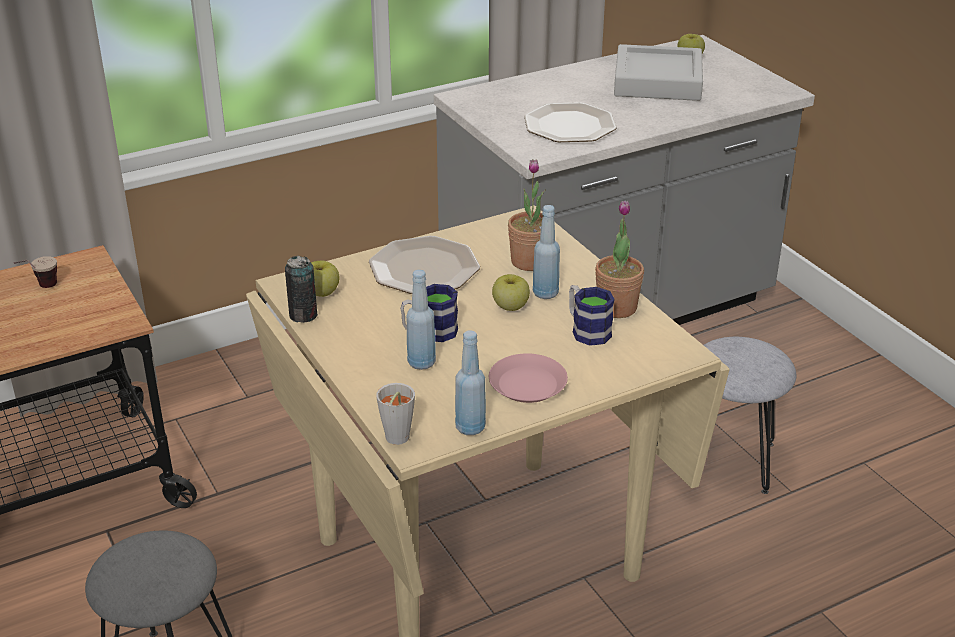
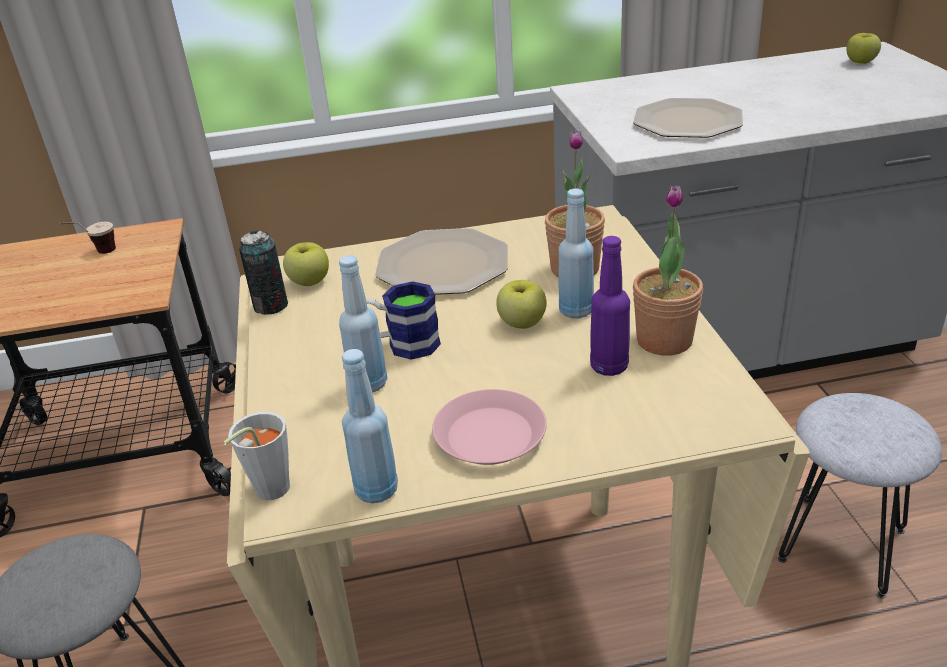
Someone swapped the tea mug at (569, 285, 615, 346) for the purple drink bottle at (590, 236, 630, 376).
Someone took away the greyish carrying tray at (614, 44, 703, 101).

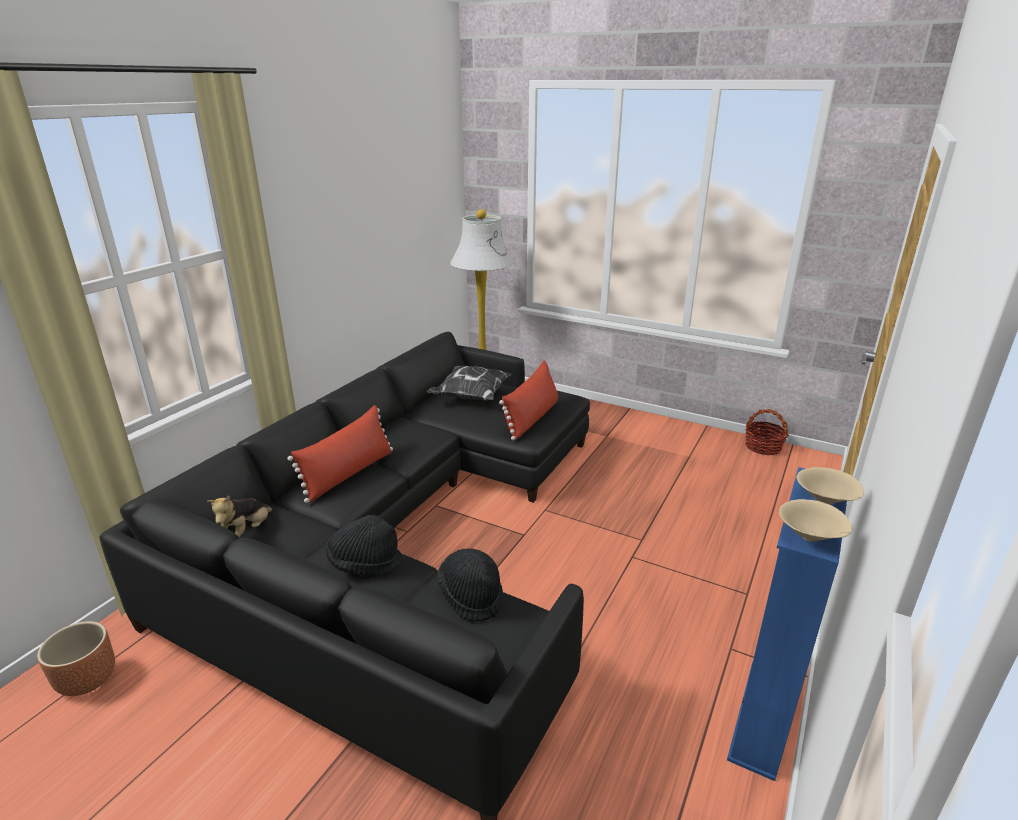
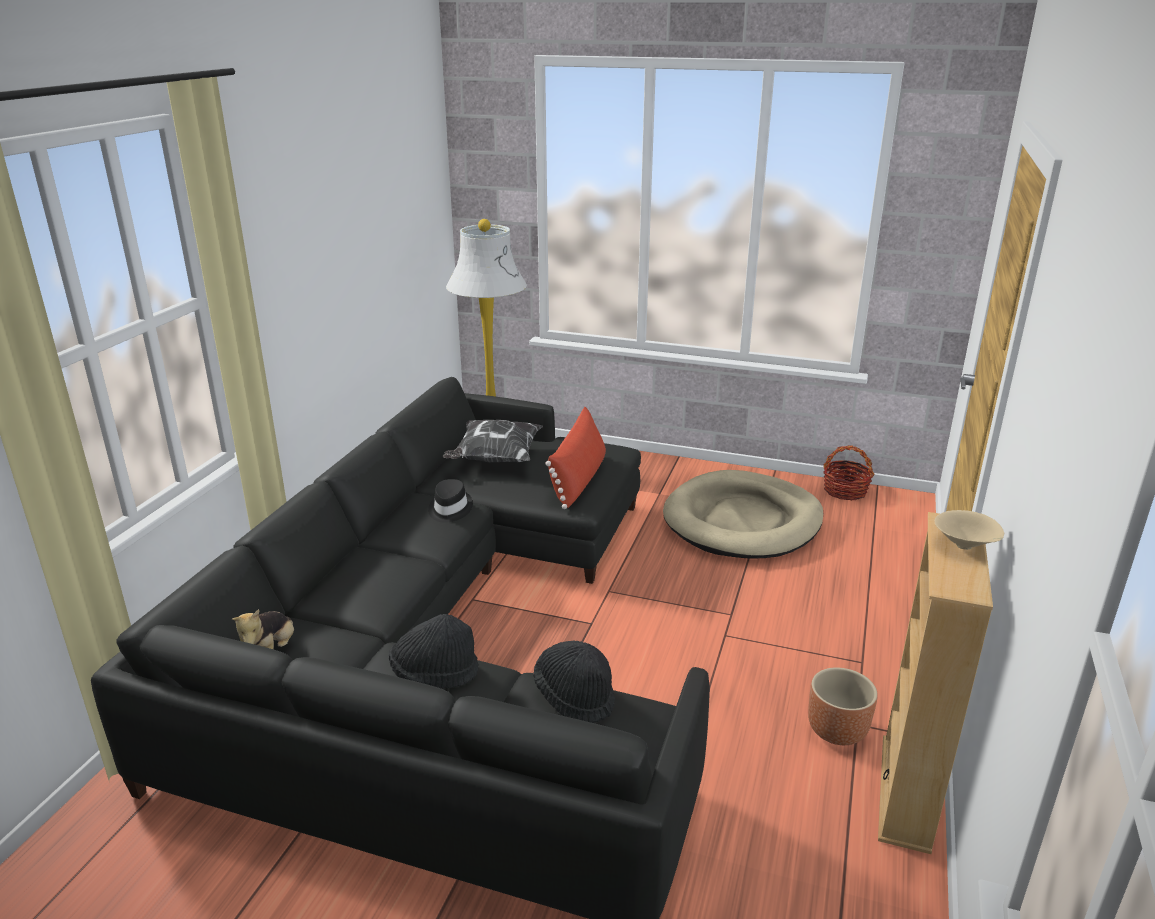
Someone put down the black clothing hat at (428, 479, 473, 523).
Someone put down the beige dog bed at (663, 470, 824, 559).
Someone carried the brownish plant pot from (37, 621, 115, 696) to (808, 667, 878, 745).
Someone repainted the bluish shelving unit at (727, 467, 847, 781), which became the beige shelving unit at (878, 512, 993, 854).
Someone took away the red-coloured throw pillow at (287, 405, 393, 503).
Someone took away the beige serving bowl at (779, 499, 852, 542).

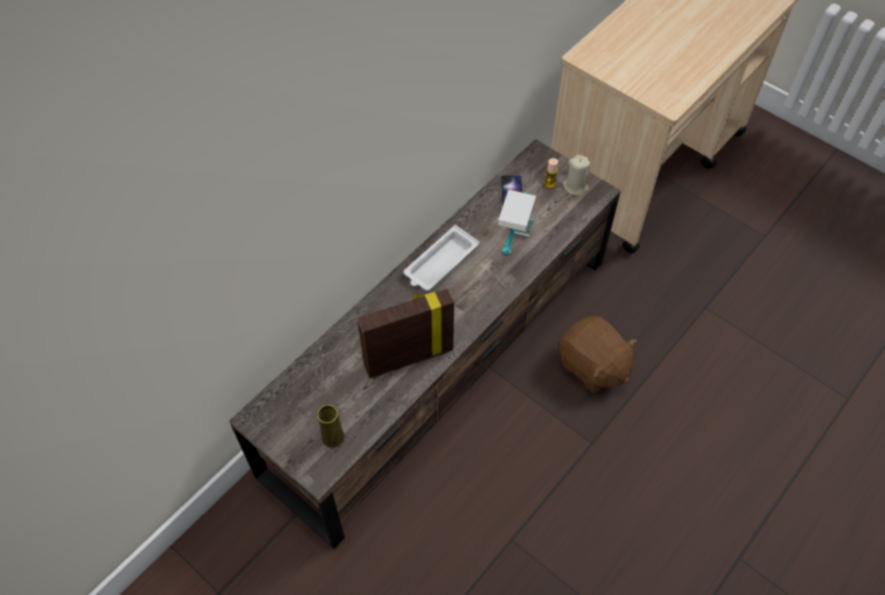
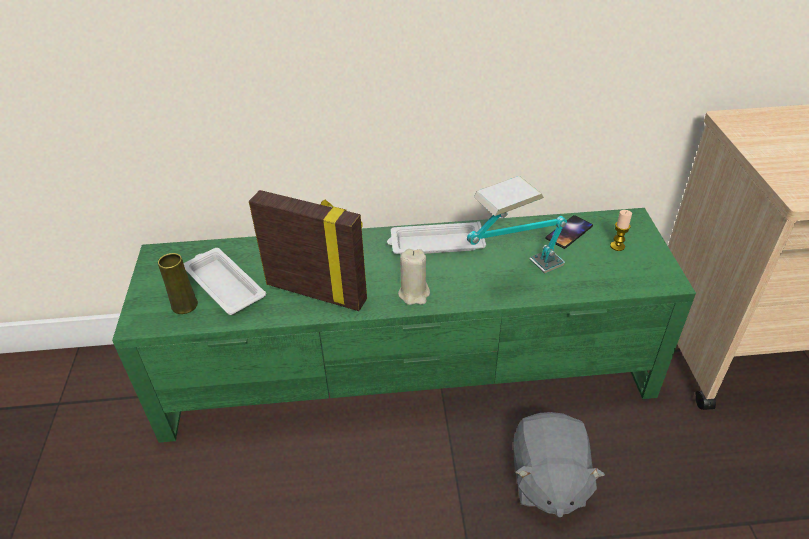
Someone repainted the brownish tv stand at (229, 139, 621, 549), which became the green-coloured tv stand at (112, 208, 696, 443).
Someone put down the white carrying tray at (183, 248, 266, 315).
Someone carried the beige wax candle from (563, 155, 590, 196) to (398, 249, 430, 305).
Someone repainted the brownish soft toy at (559, 316, 637, 393), which became the greyish soft toy at (513, 412, 605, 518).

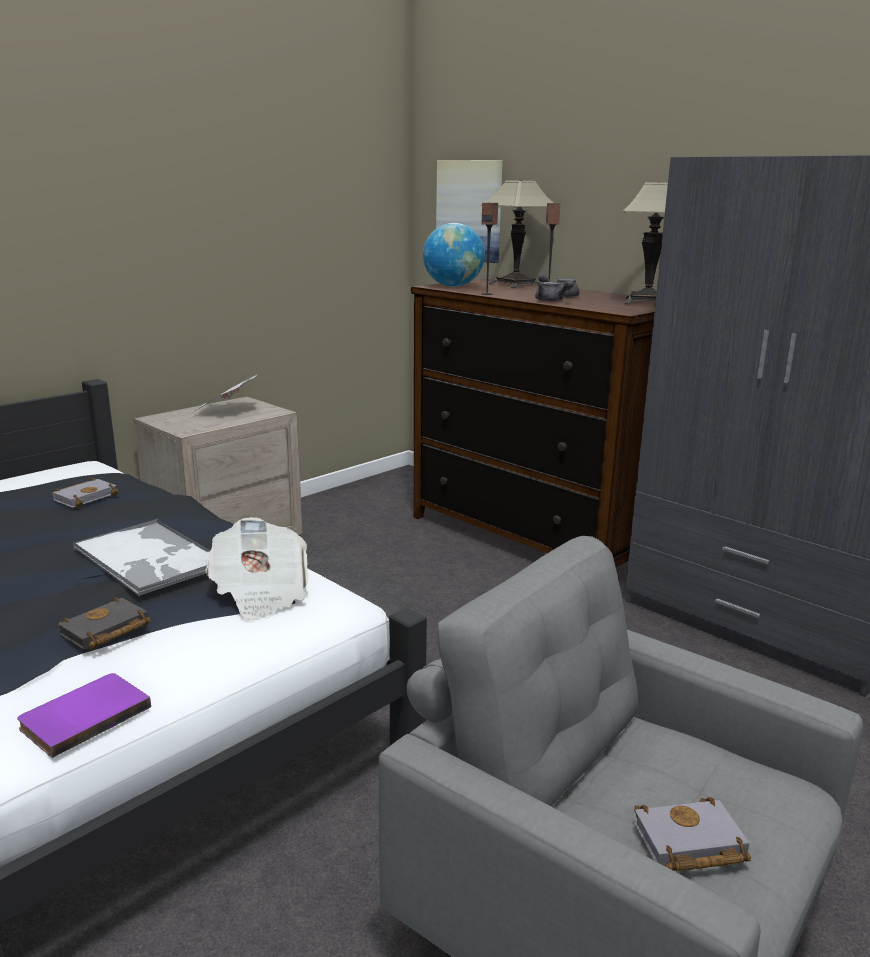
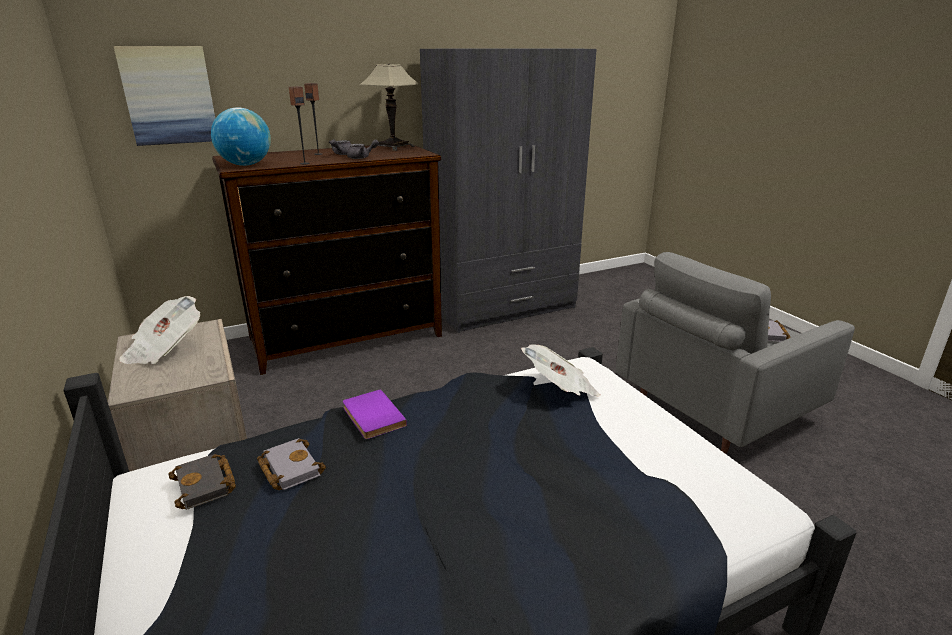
Someone carried the black volume from (58, 597, 150, 650) to (168, 454, 236, 510).
Someone carried the purple volume from (17, 673, 151, 758) to (343, 389, 407, 439).
Someone took away the carrying tray at (73, 519, 211, 596).
Someone took away the table lamp at (481, 180, 553, 288).

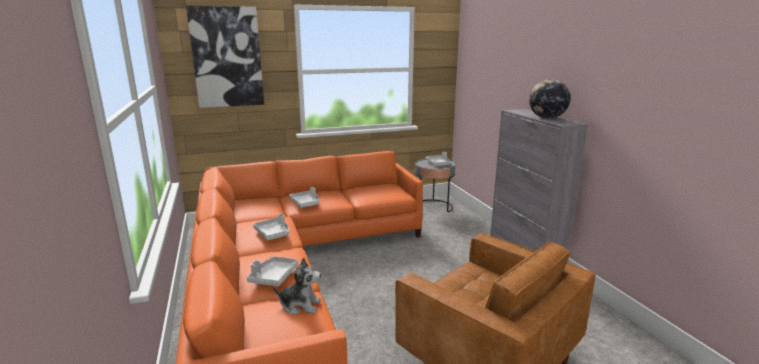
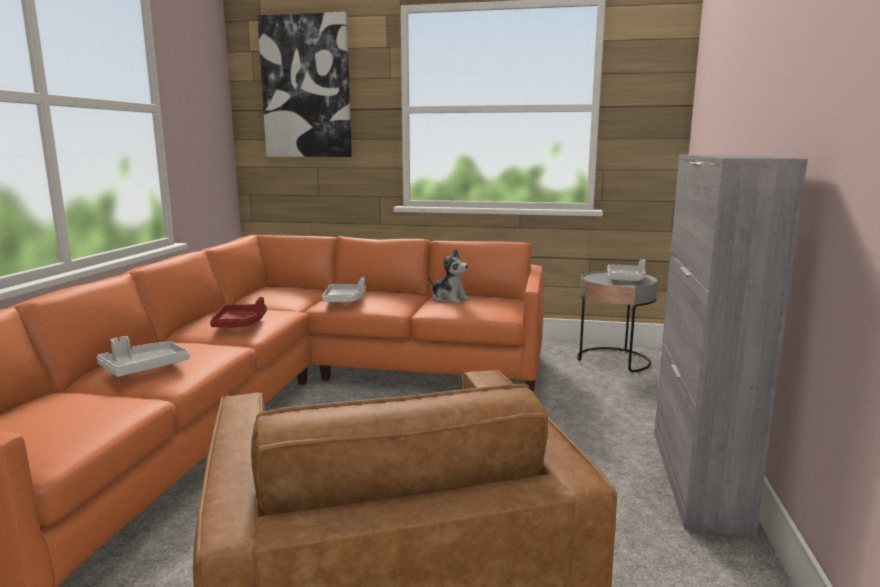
Someone repainted the greyish carrying tray at (253, 214, 289, 240), which became the red-coloured carrying tray at (210, 297, 267, 327).
Someone carried the soft toy from (273, 258, 321, 315) to (428, 249, 470, 304).
Someone took away the globe at (529, 79, 571, 119).

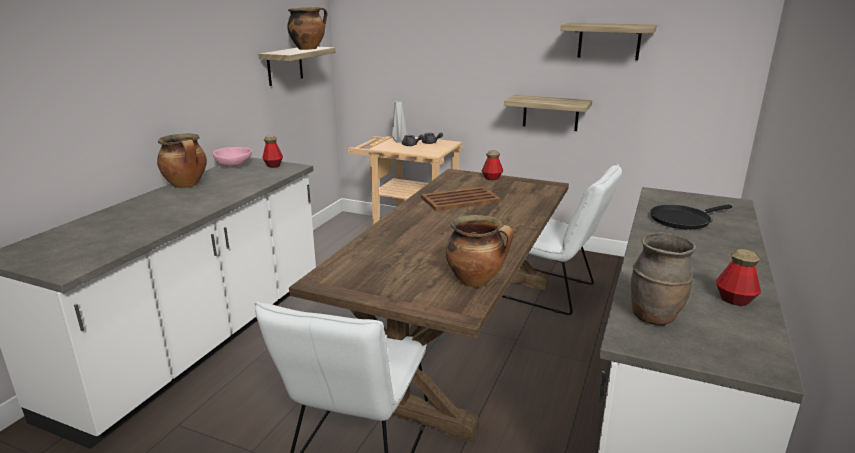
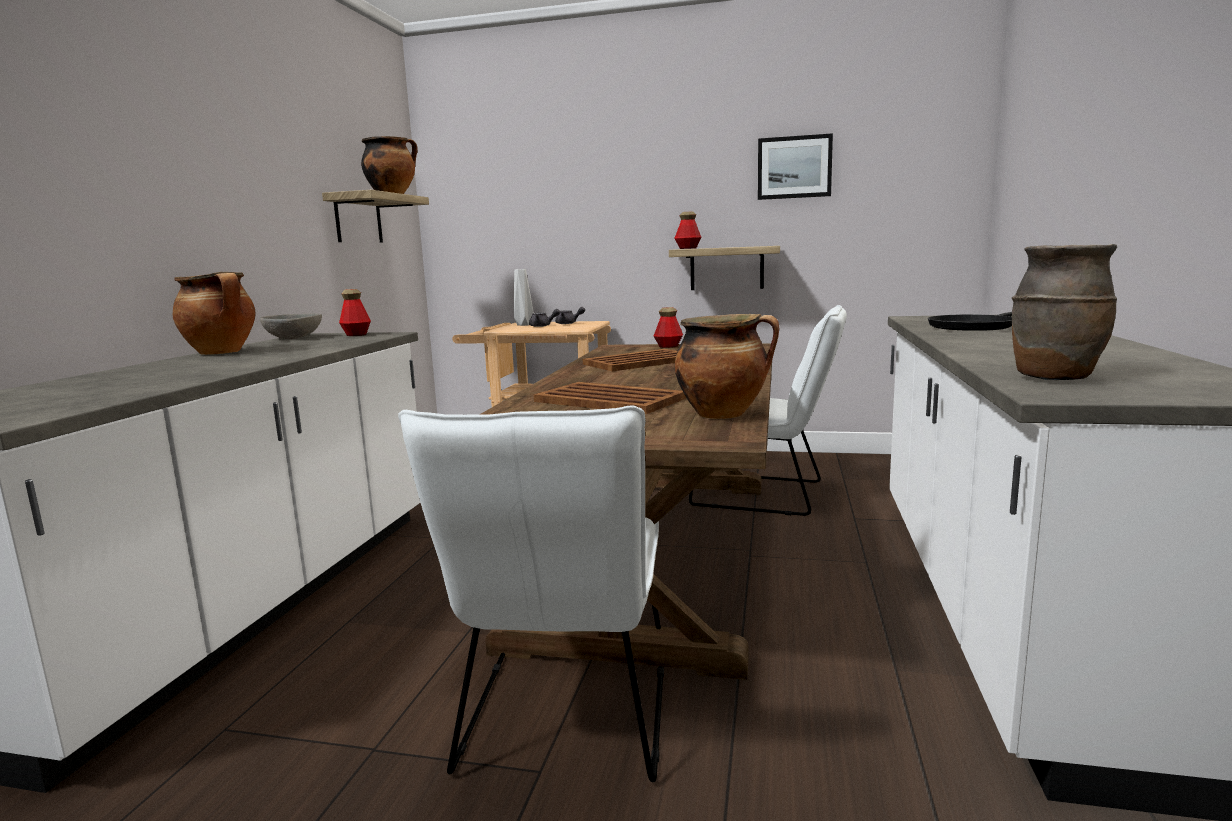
Someone repainted the pink-coloured serving bowl at (213, 147, 252, 168), which became the greyish serving bowl at (260, 313, 322, 339).
Someone put down the brownish carrying tray at (534, 382, 686, 414).
Someone carried the drink bottle from (716, 249, 761, 306) to (674, 212, 702, 249).
Someone swapped the bracket shelf at (560, 23, 657, 60) for the wall picture at (758, 133, 833, 200).

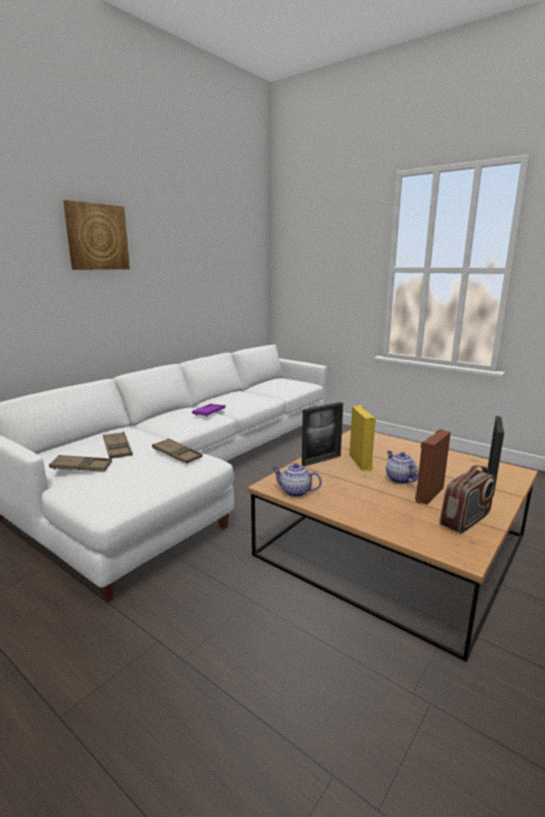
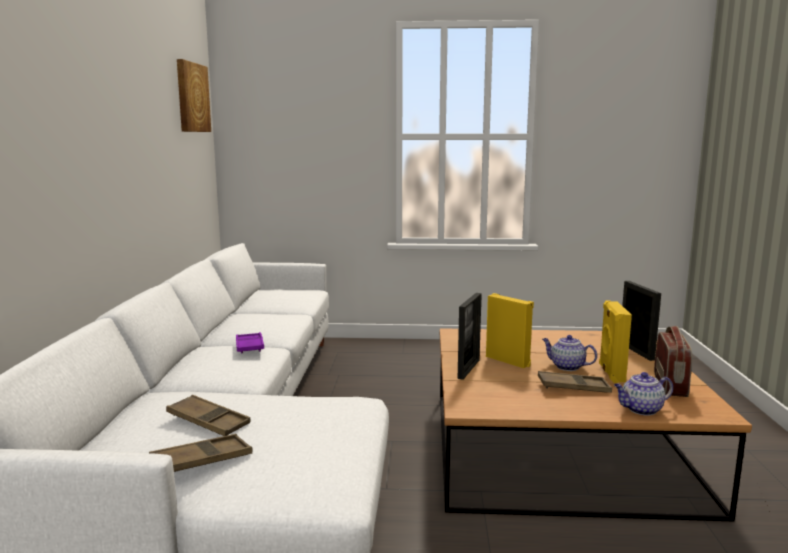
Someone carried the wall picture from (63, 200, 130, 270) to (177, 59, 211, 132).
Someone carried the brownish carrying tray from (152, 438, 203, 464) to (538, 371, 612, 393).
Someone repainted the brownish speaker at (415, 429, 451, 505), which became the yellowish speaker at (599, 301, 632, 383).
Someone carried the teapot from (272, 463, 322, 497) to (614, 372, 673, 416).

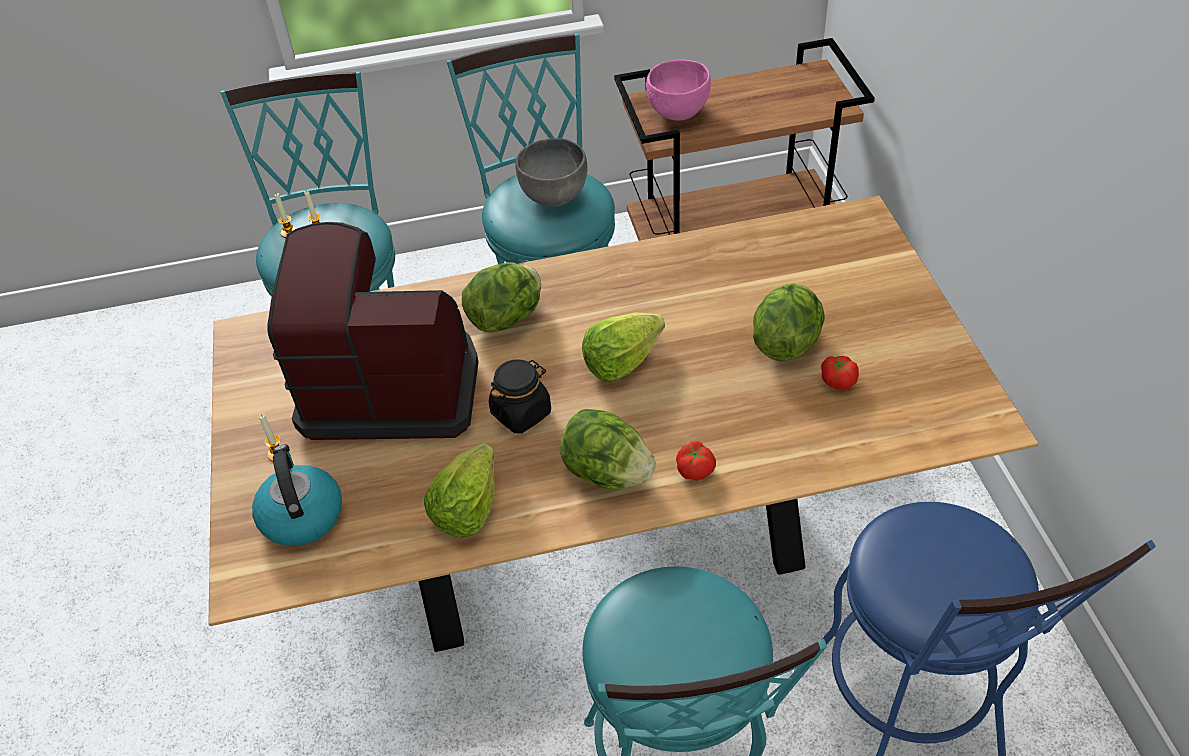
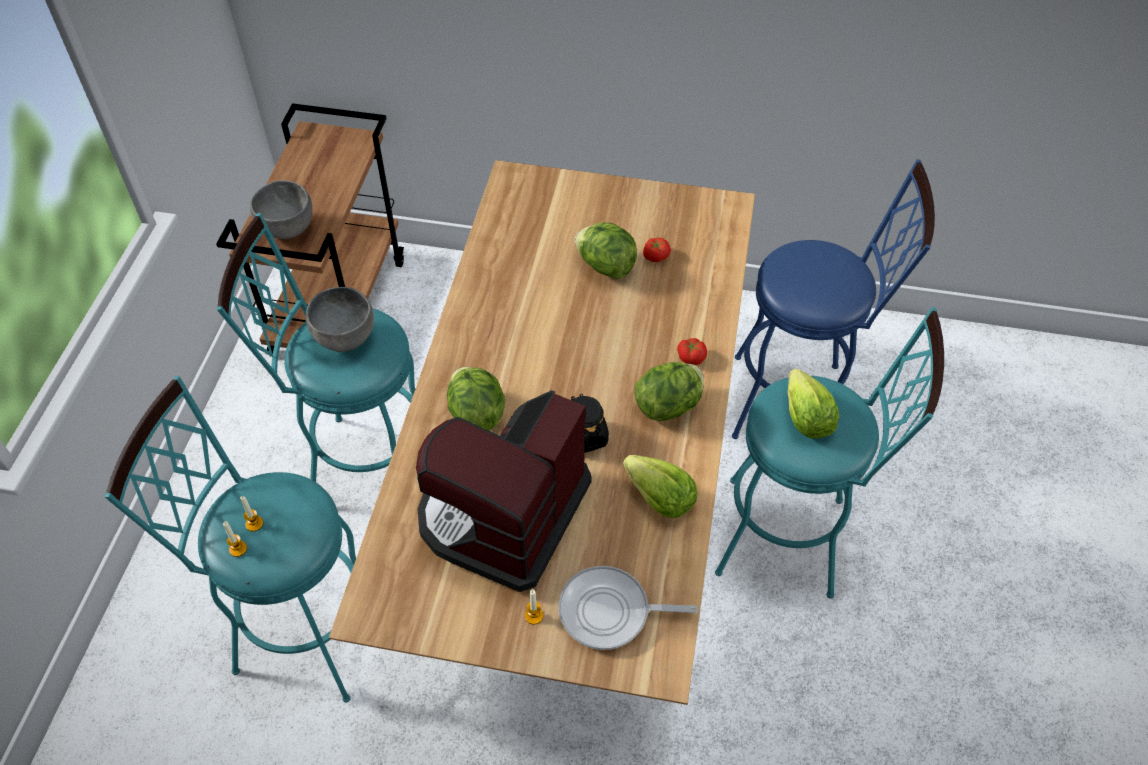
Someone repainted the pink-coloured serving bowl at (646, 60, 711, 121), which became the greyish serving bowl at (250, 180, 312, 239).
Someone swapped the kettle at (252, 445, 342, 546) for the skillet at (558, 566, 698, 650).
Someone carried the lettuce from (582, 312, 665, 382) to (788, 369, 839, 439).

